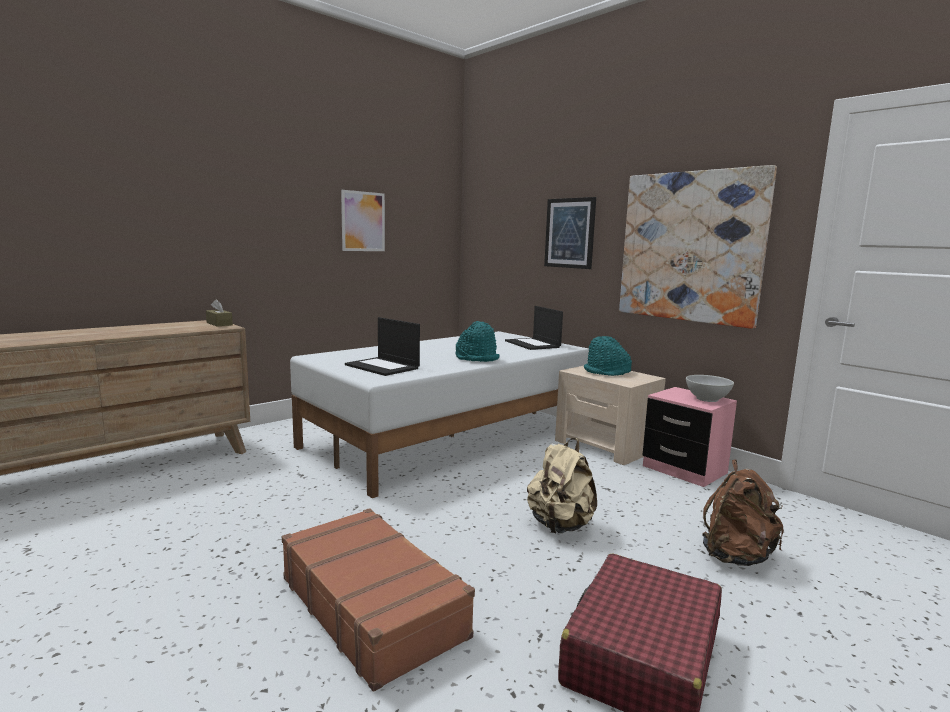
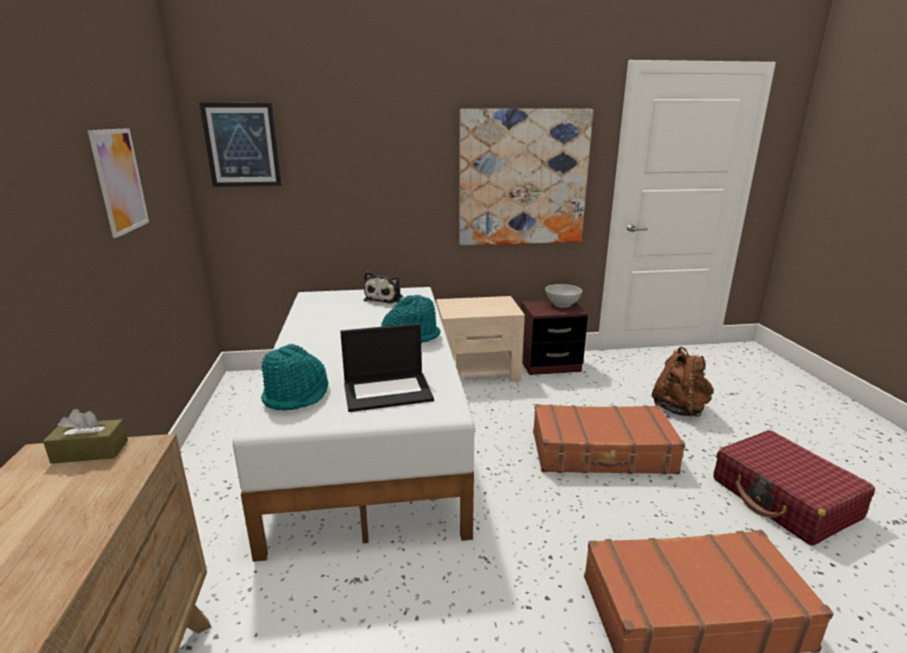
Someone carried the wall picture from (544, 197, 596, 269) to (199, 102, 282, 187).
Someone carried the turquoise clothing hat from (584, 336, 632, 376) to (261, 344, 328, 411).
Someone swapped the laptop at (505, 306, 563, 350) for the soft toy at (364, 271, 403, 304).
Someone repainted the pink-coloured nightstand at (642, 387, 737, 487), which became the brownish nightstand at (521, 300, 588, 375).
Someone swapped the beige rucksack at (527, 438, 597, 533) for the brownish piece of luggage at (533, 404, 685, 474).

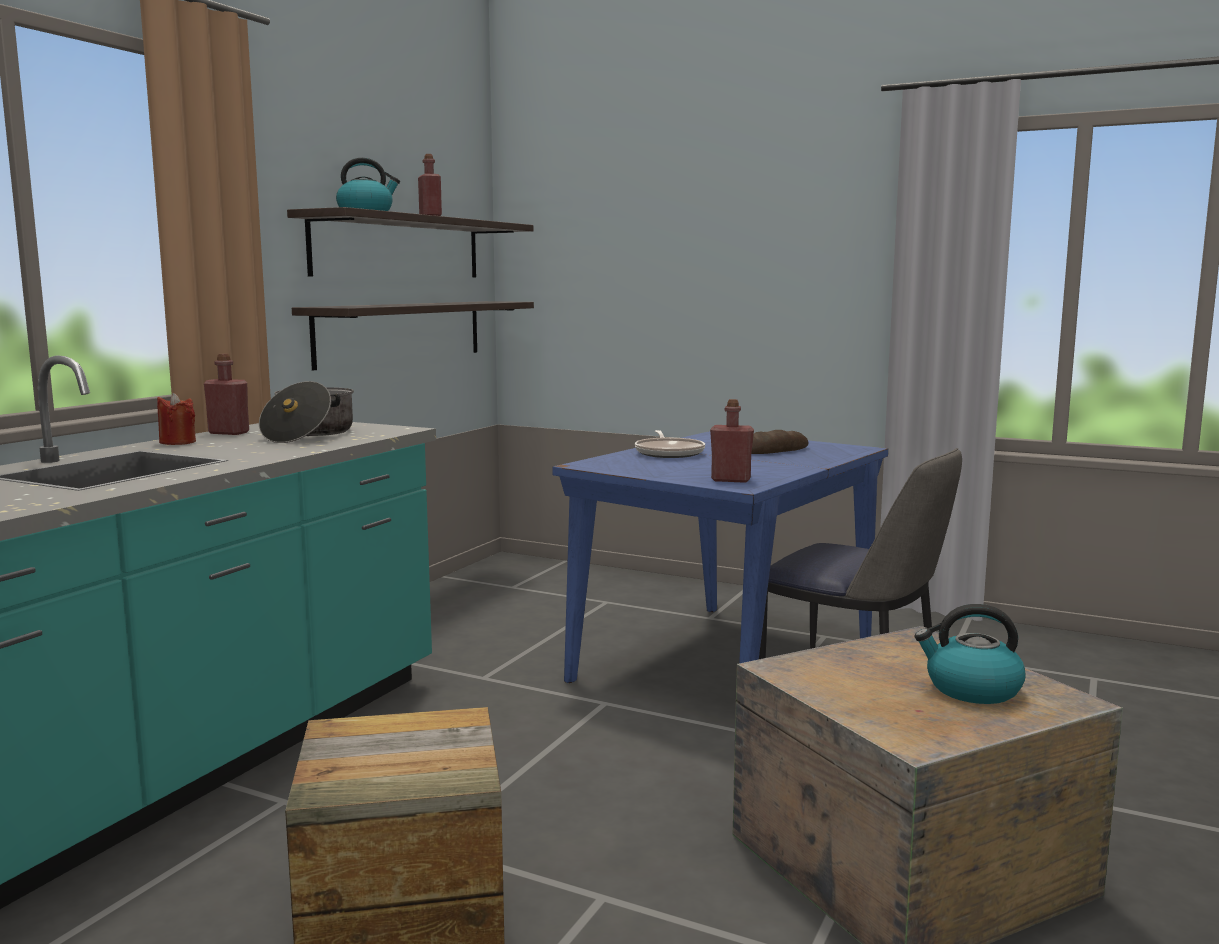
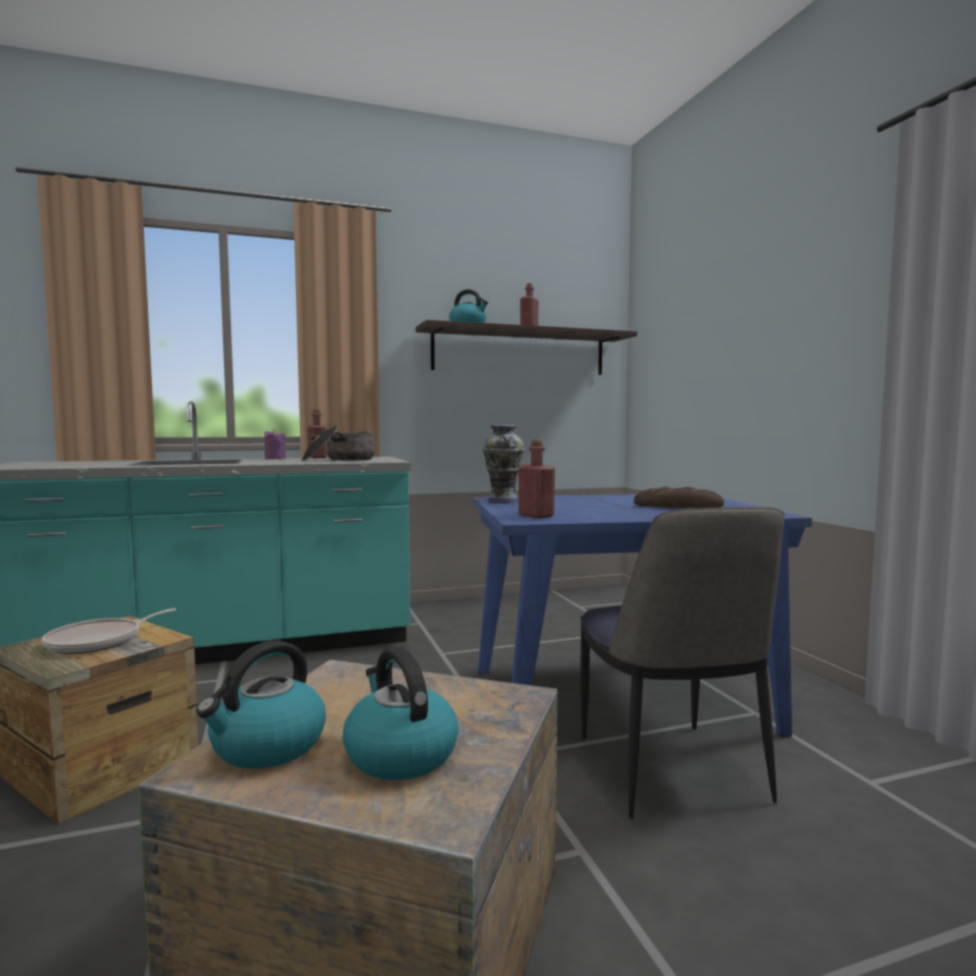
Someone carried the skillet from (635, 430, 705, 458) to (42, 608, 176, 654).
Someone put down the kettle at (196, 640, 326, 769).
Someone repainted the red-coloured wax candle at (157, 393, 196, 445), which became the purple wax candle at (264, 429, 286, 459).
Someone put down the decorative vase at (483, 425, 525, 503).
Someone took away the bracket shelf at (292, 301, 534, 370).

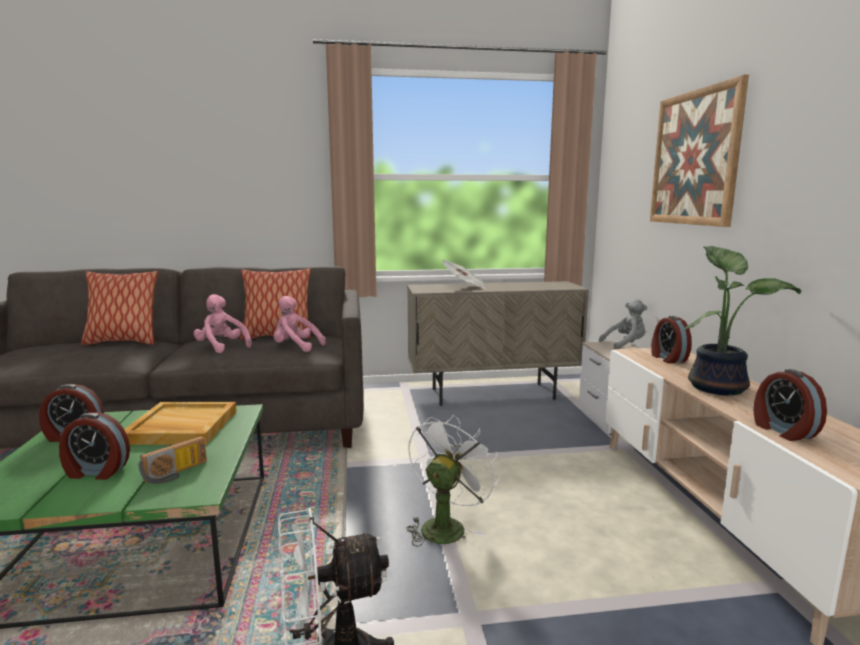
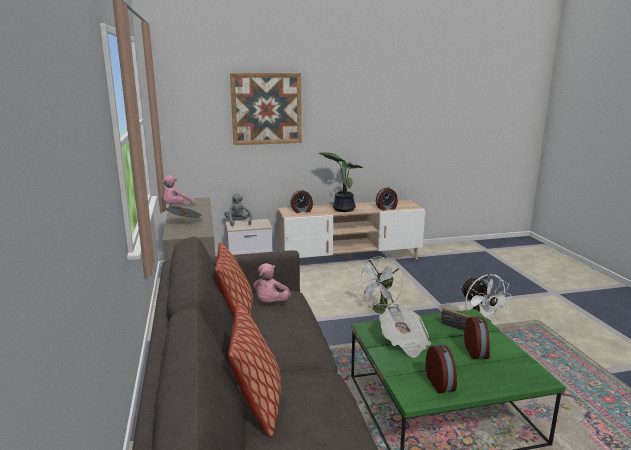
Someone carried the pink-coloured soft toy from (194, 294, 252, 353) to (162, 175, 195, 205).
Someone rotated the white cooling fan at (406, 414, 499, 547) by 75 degrees counterclockwise.
Someone swapped the beige carrying tray at (124, 402, 237, 445) for the daily paper at (379, 305, 431, 358).

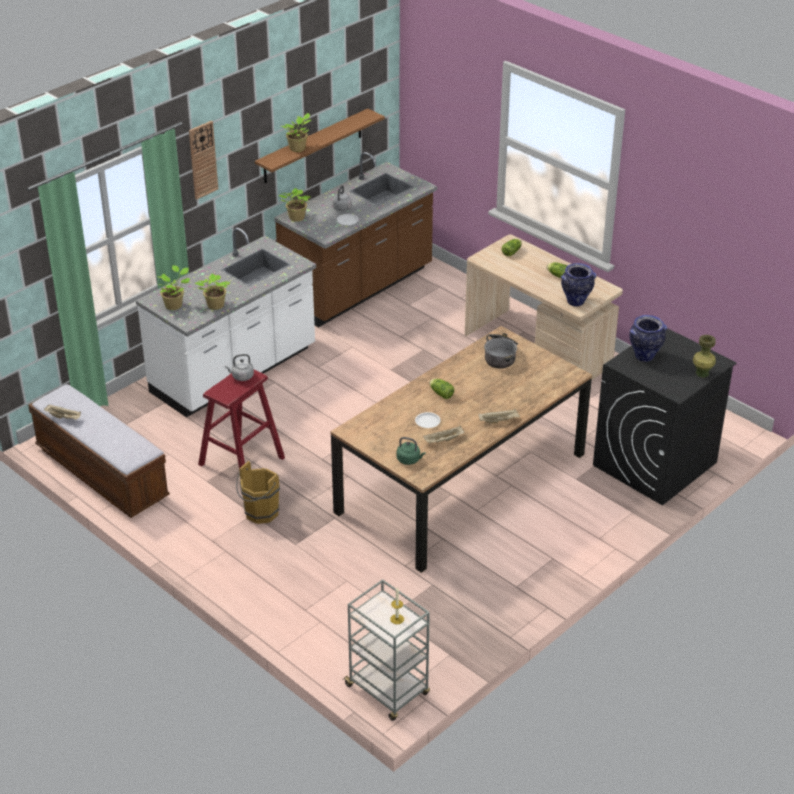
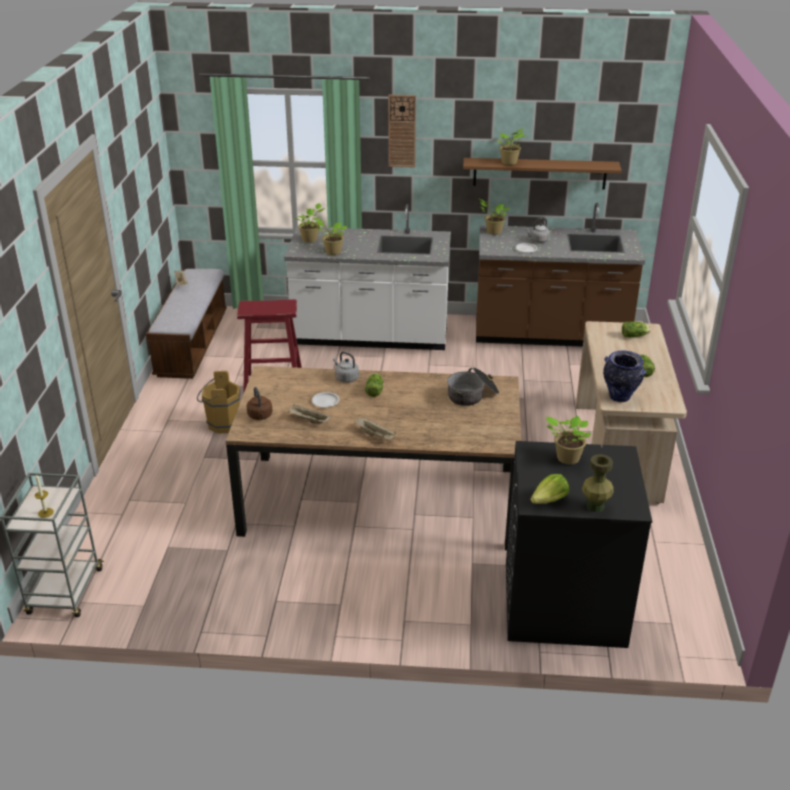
Someone repainted the green-coloured kettle at (397, 437, 425, 465), which became the brownish kettle at (247, 387, 273, 420).
Someone carried the greyish kettle from (225, 354, 254, 381) to (333, 352, 359, 383).
Someone put down the lettuce at (530, 474, 569, 504).
Someone swapped the decorative vase at (629, 315, 667, 362) for the plant in a pot at (545, 416, 591, 465).

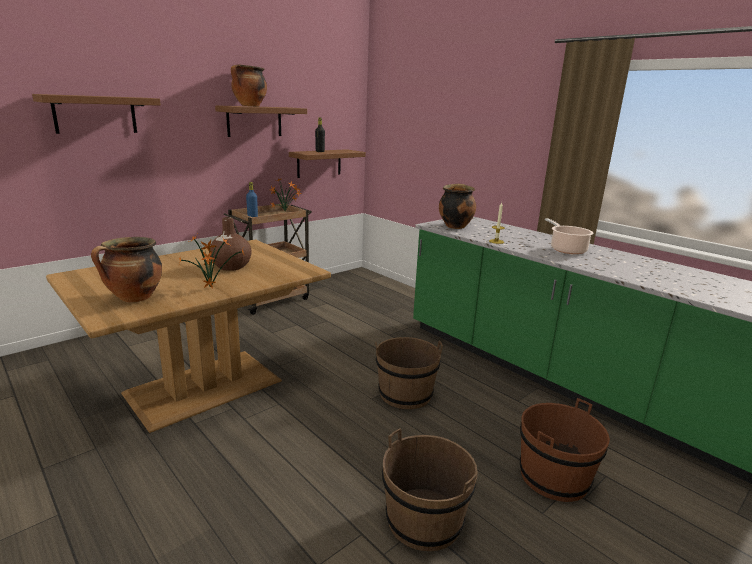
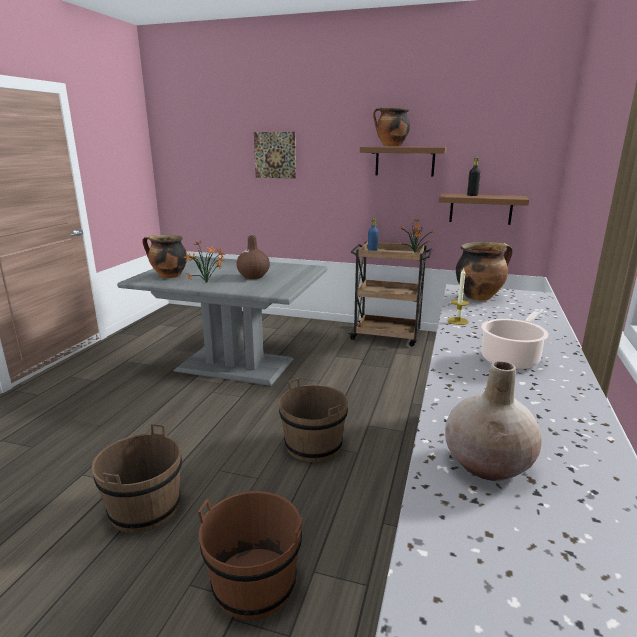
Someone repainted the brownish kitchen table at (46, 239, 331, 433), which became the greyish kitchen table at (117, 256, 327, 386).
Someone swapped the brownish bracket shelf at (32, 94, 161, 134) for the wall picture at (254, 132, 296, 179).
Someone put down the beige decorative vase at (445, 362, 542, 481).

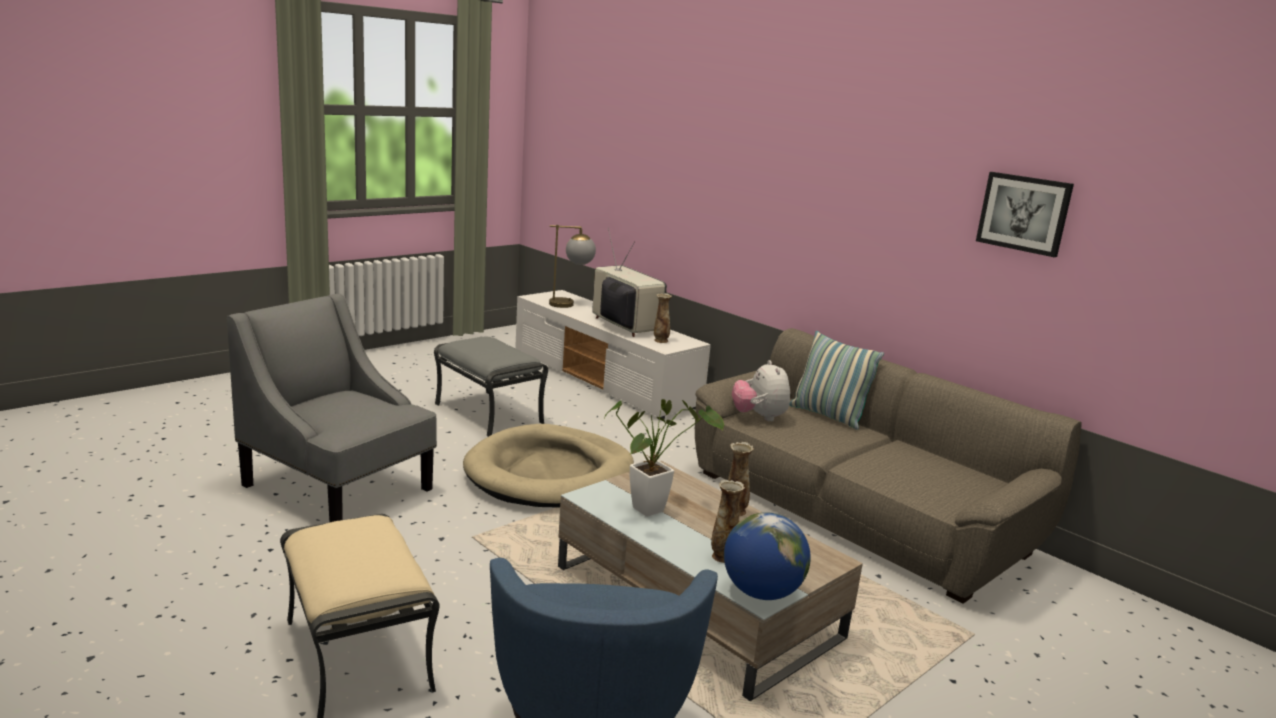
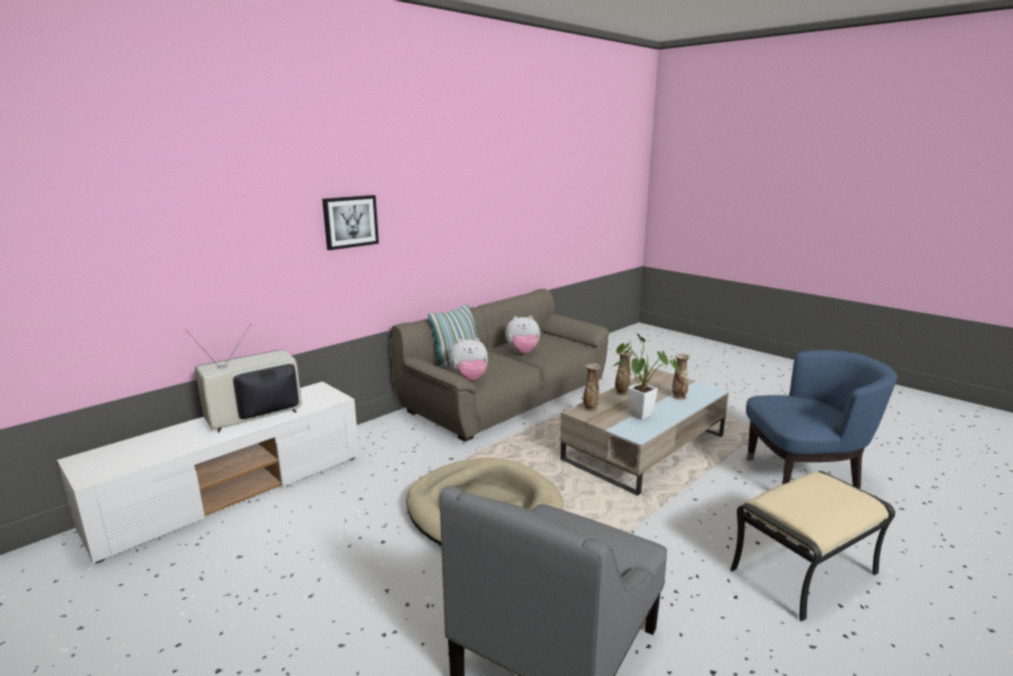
Someone carried the wall picture from (976, 172, 1074, 257) to (322, 195, 379, 250).
Someone put down the soft toy at (505, 316, 540, 354).
Someone carried the decorative vase from (654, 293, 672, 343) to (583, 363, 601, 411).
Someone took away the greyish ottoman at (434, 337, 548, 437).
Someone took away the table lamp at (549, 225, 596, 308).
Someone took away the globe at (724, 512, 811, 600).

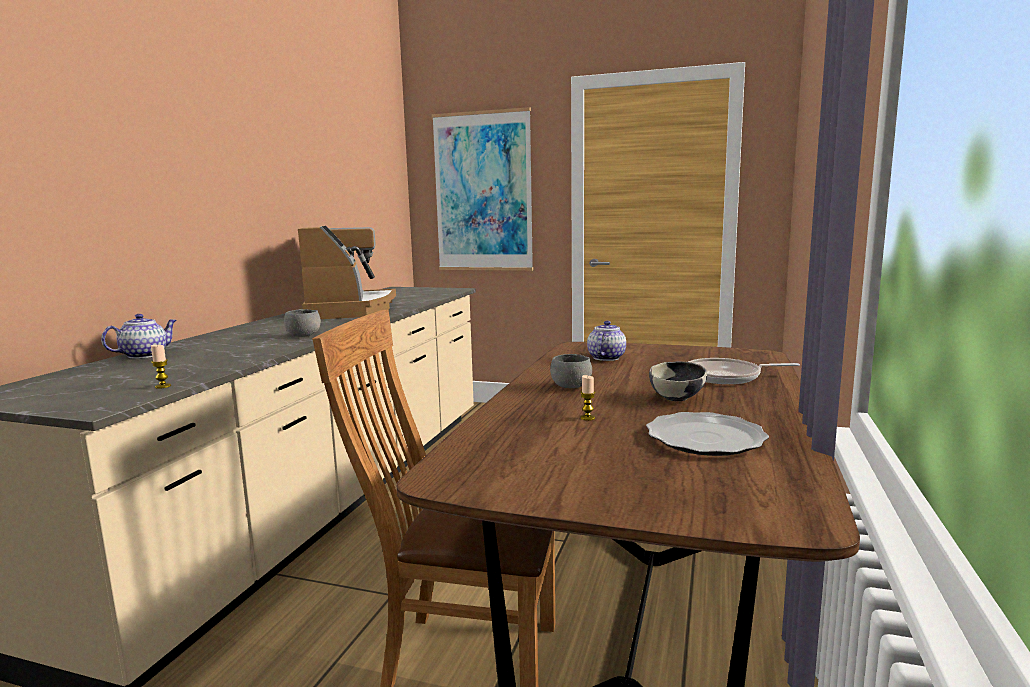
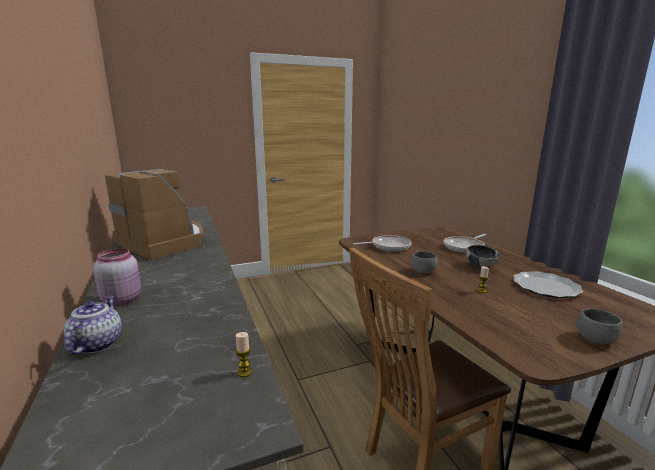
Someone put down the pink-coloured preserve jar at (93, 248, 141, 306).
Someone swapped the teapot at (587, 321, 626, 361) for the skillet at (353, 235, 412, 251).
Someone carried the greyish serving bowl from (284, 309, 321, 337) to (576, 308, 623, 344).
Someone took away the wall picture at (432, 107, 533, 271).

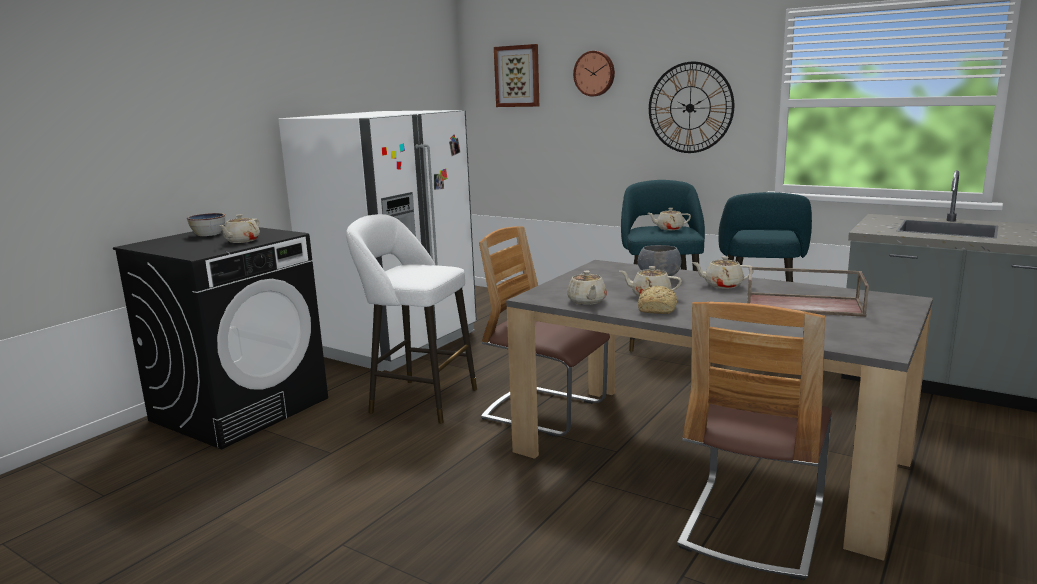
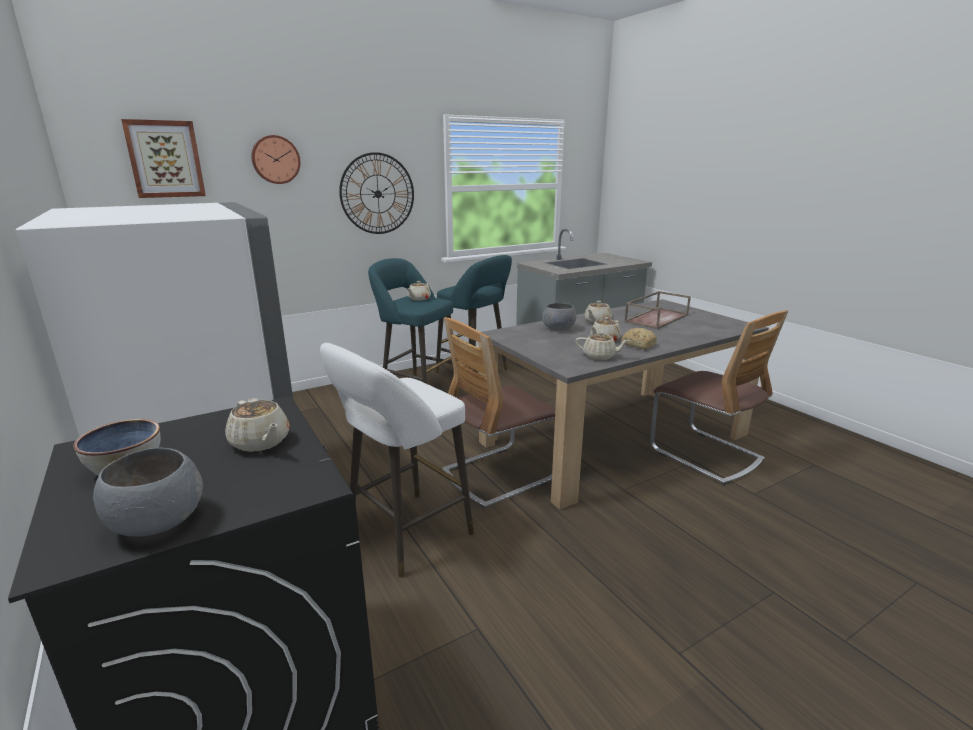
Someone put down the greyish serving bowl at (93, 448, 203, 536).

